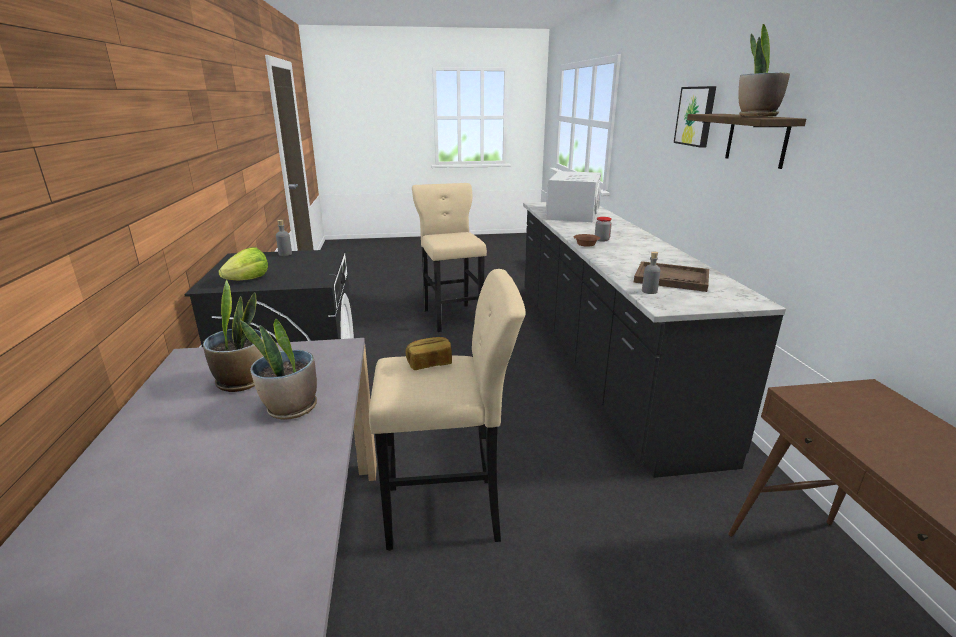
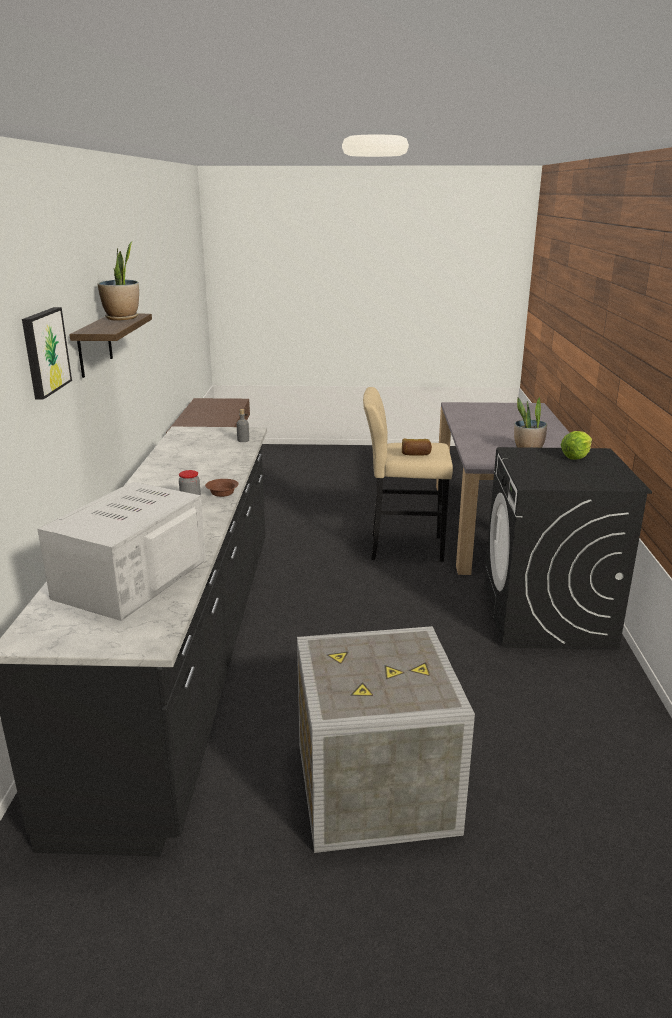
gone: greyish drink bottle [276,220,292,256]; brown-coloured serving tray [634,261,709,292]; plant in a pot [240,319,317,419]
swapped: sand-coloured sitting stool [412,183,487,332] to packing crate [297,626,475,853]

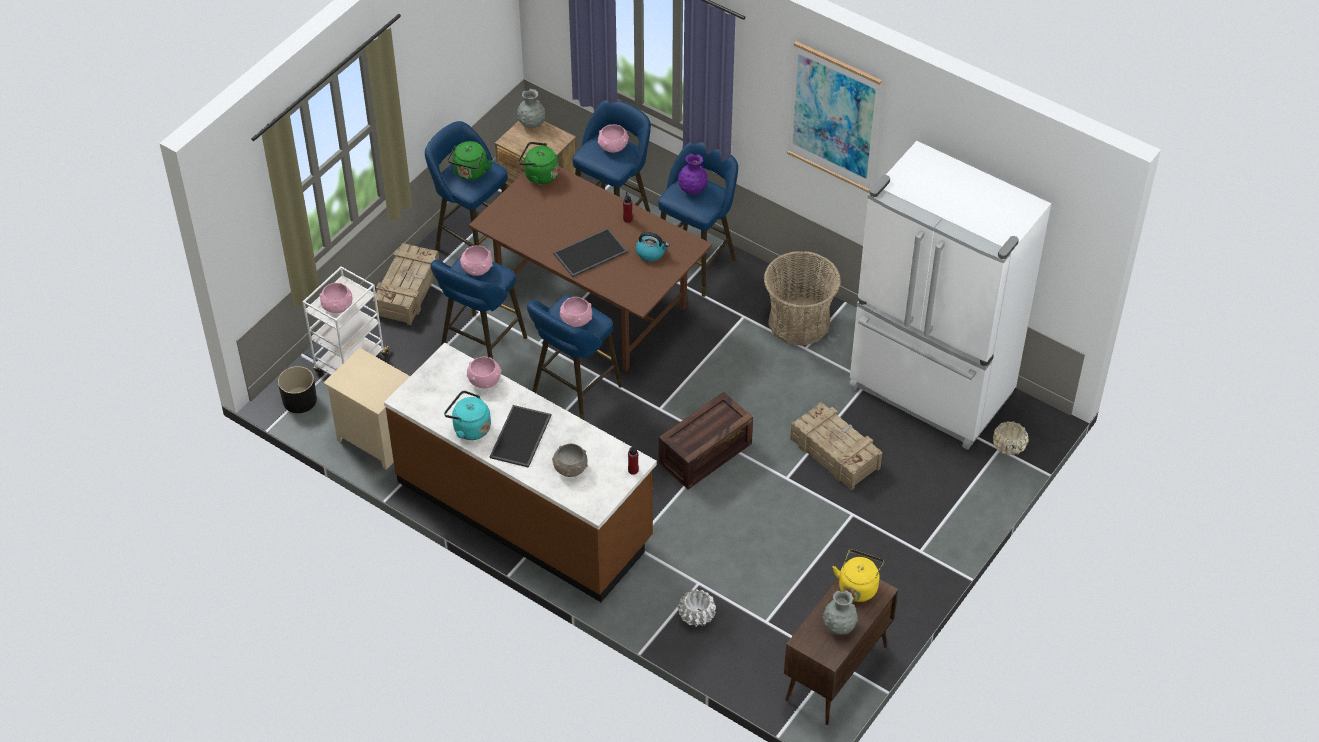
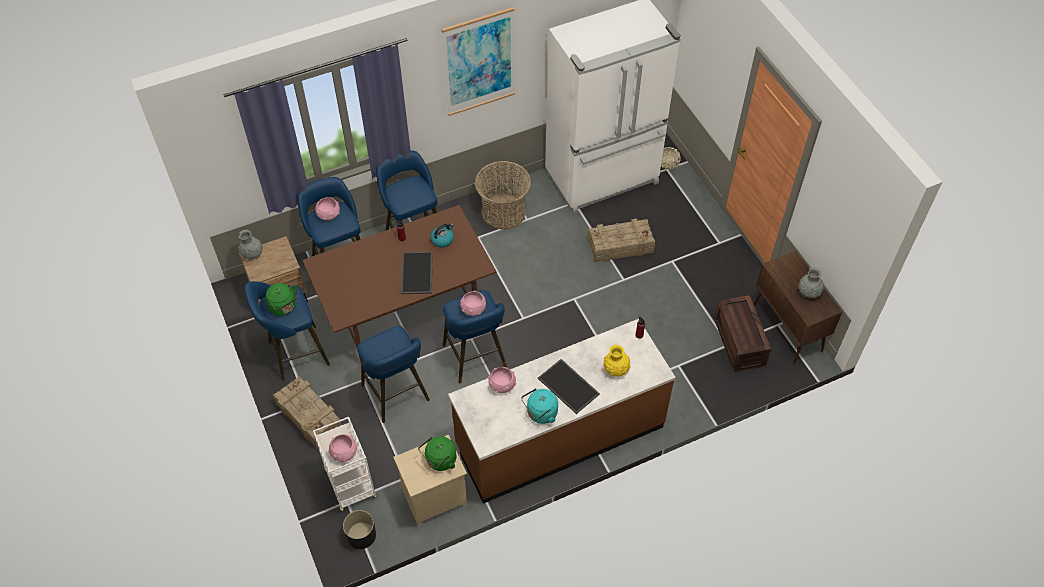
gone: purple flower vase [678,154,708,194]; pink-coloured deep dish [460,245,493,276]; yellow-coloured water kettle [833,549,884,602]; white plant pot [678,589,716,627]
shifted: green-coloured water kettle [518,142,559,185] to [418,436,456,471]; packing crate [659,392,753,490] to [714,295,771,372]
swapped: greyish deep dish [552,444,588,477] to yellow-coloured flower vase [603,345,631,377]

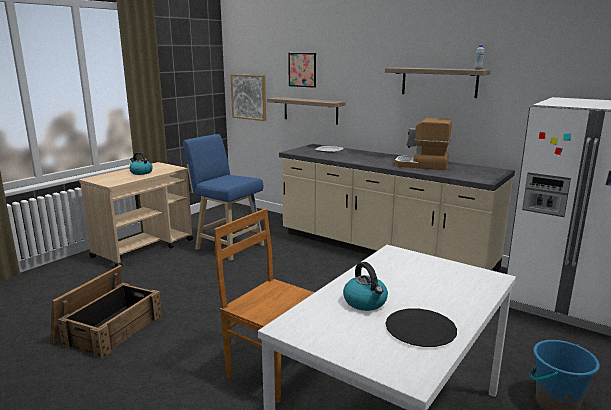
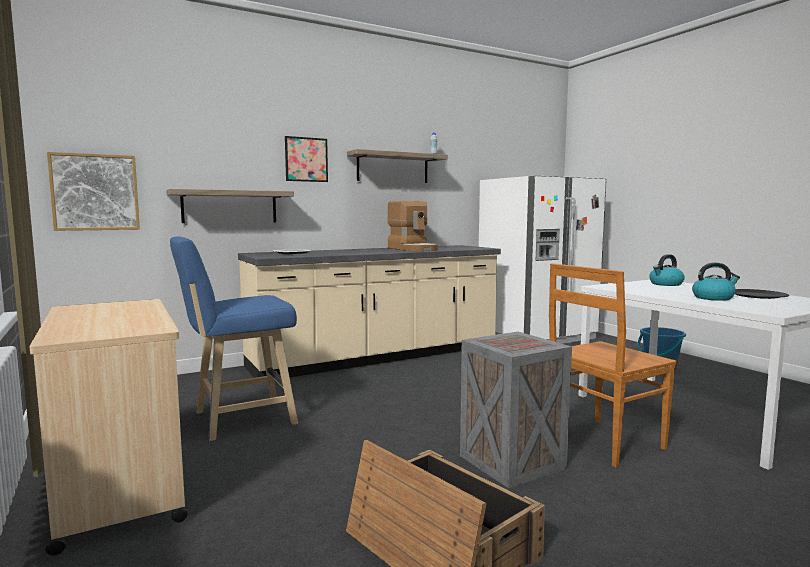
new: packing crate [460,332,572,488]
shifted: wall art [288,53,316,88] to [285,136,328,182]; water kettle [129,152,153,175] to [649,254,685,286]
rotated: coffee machine [394,118,452,170] = [387,201,438,251] 75 degrees counterclockwise

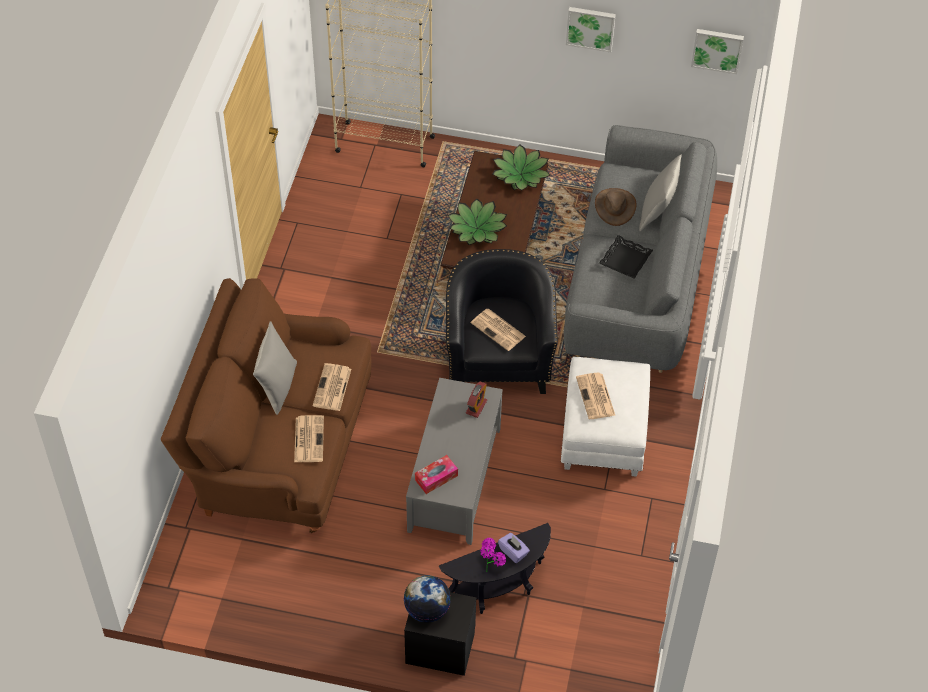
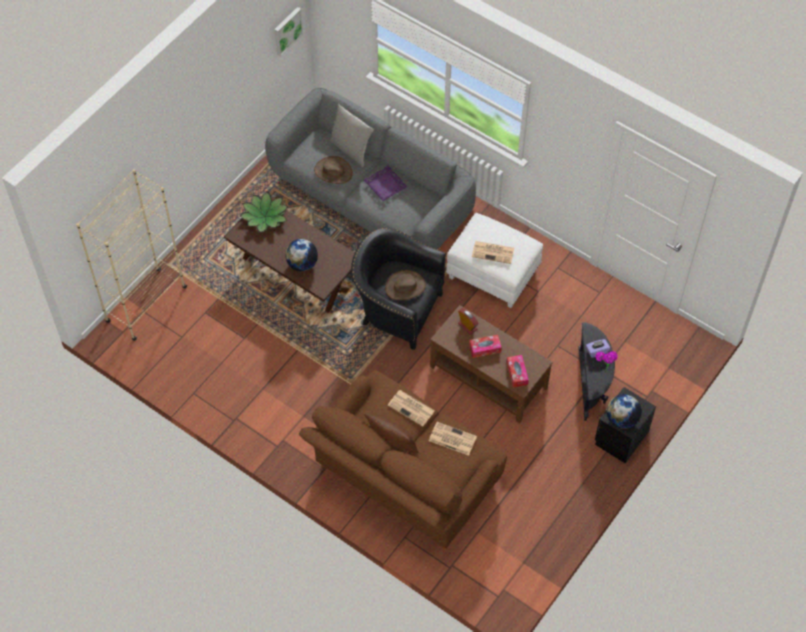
gone: wall art [566,7,616,52]
new: tissue holder [469,335,502,358]
swapped: plant in a pot [448,199,507,245] to desk globe [285,239,318,271]; newspaper [471,309,526,351] to brown-coloured hat [385,270,426,300]
repainted: black-coloured serving tray [599,235,653,279] to purple serving tray [364,166,408,201]; greyish pillow [253,321,297,415] to brown-coloured pillow [363,413,419,454]; greyish low table [406,378,503,545] to brown-coloured low table [430,305,553,423]

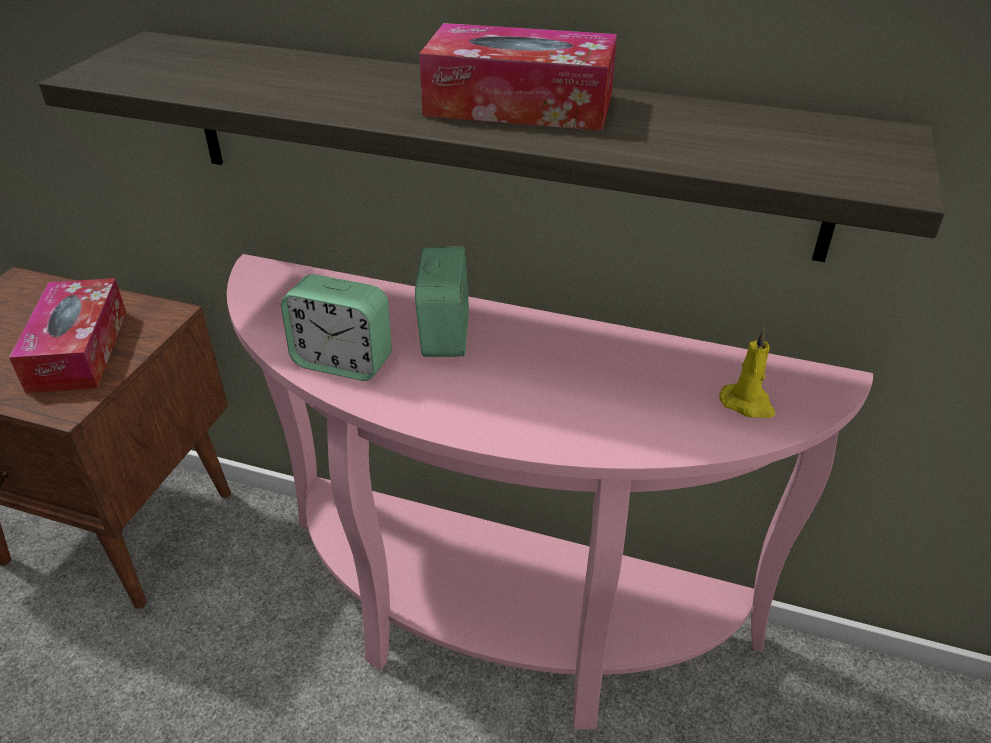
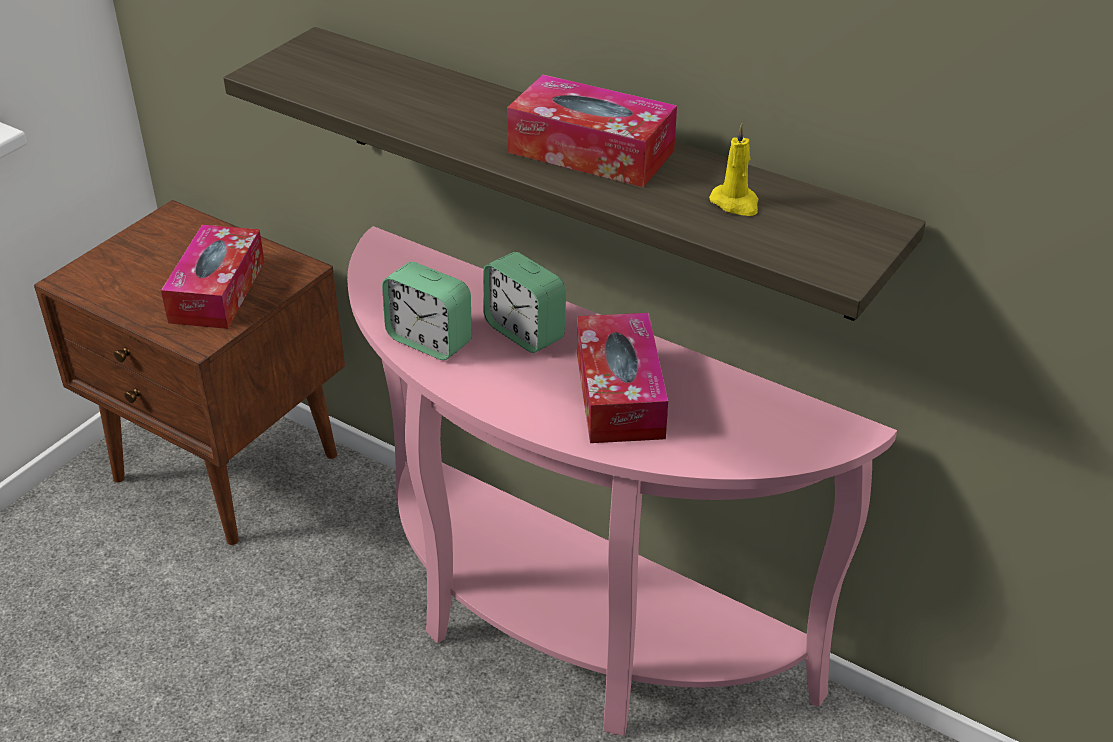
new: tissue holder [577,313,668,443]
shifted: yellow-coloured wax candle [719,329,775,418] to [709,124,759,216]
rotated: table clock [415,247,469,357] = [483,252,566,353] 120 degrees clockwise

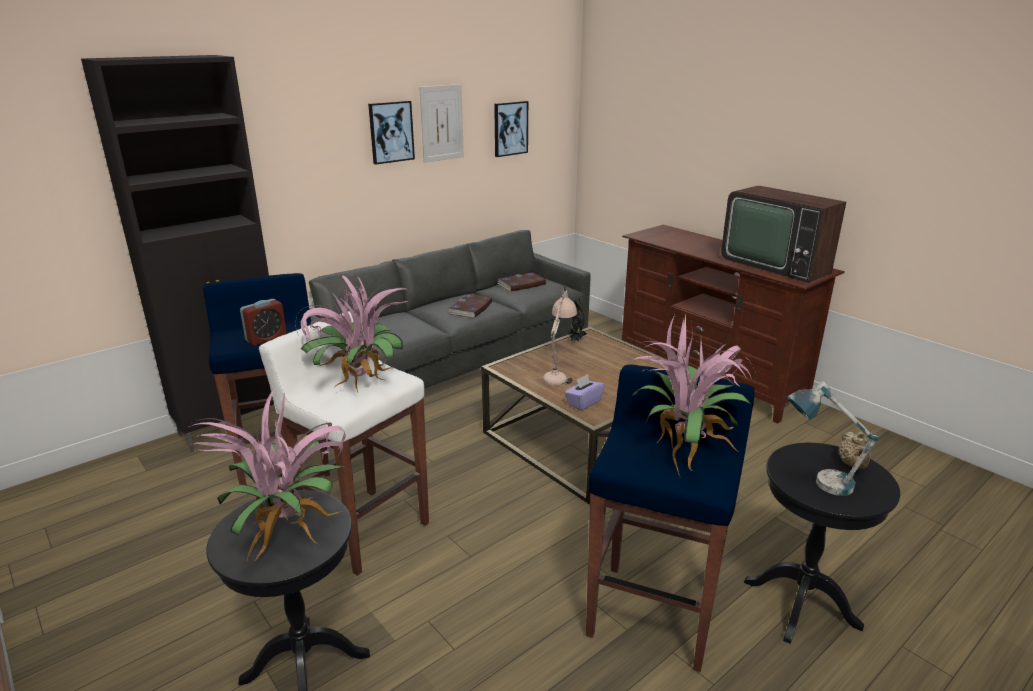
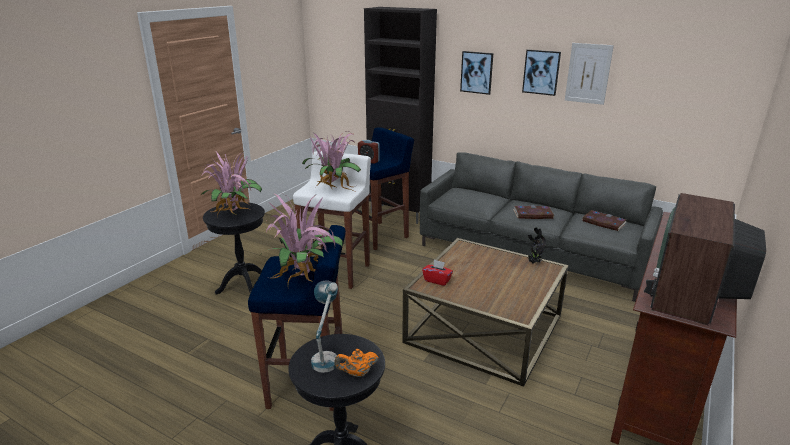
gone: sand-coloured table lamp [543,286,577,386]
shifted: wall art [494,101,528,157] to [460,51,493,95]
repainted: purple tissue holder [565,374,605,411] to red tissue holder [422,260,453,286]; sand-coloured tea pot [839,432,871,469] to orange tea pot [334,349,378,377]

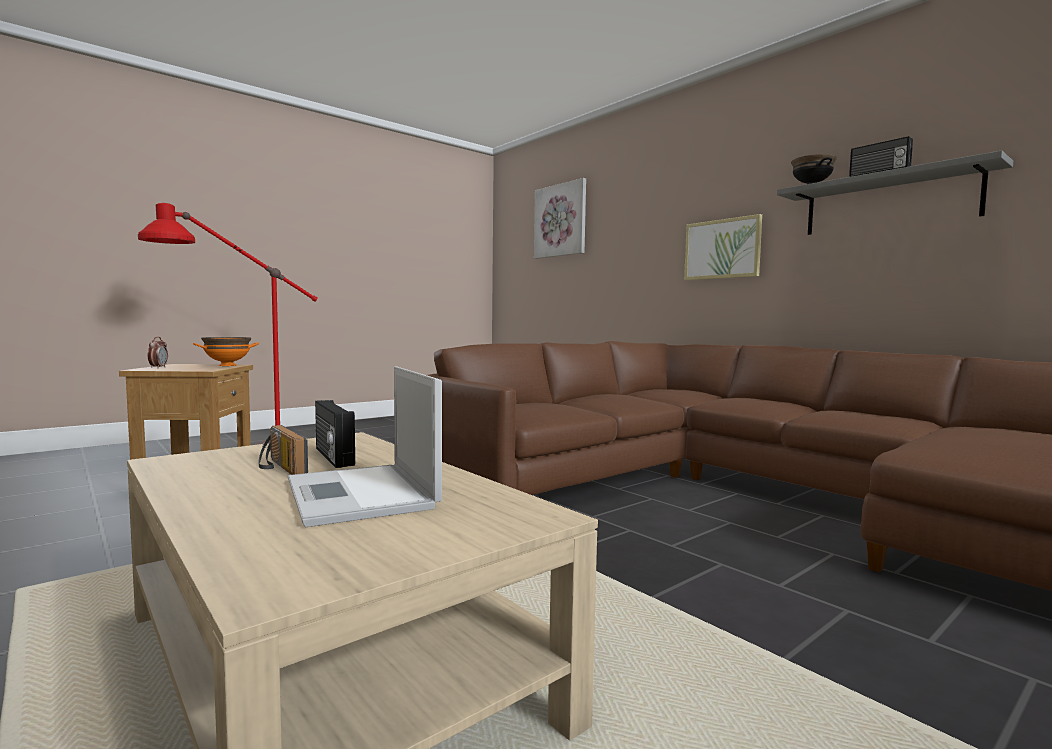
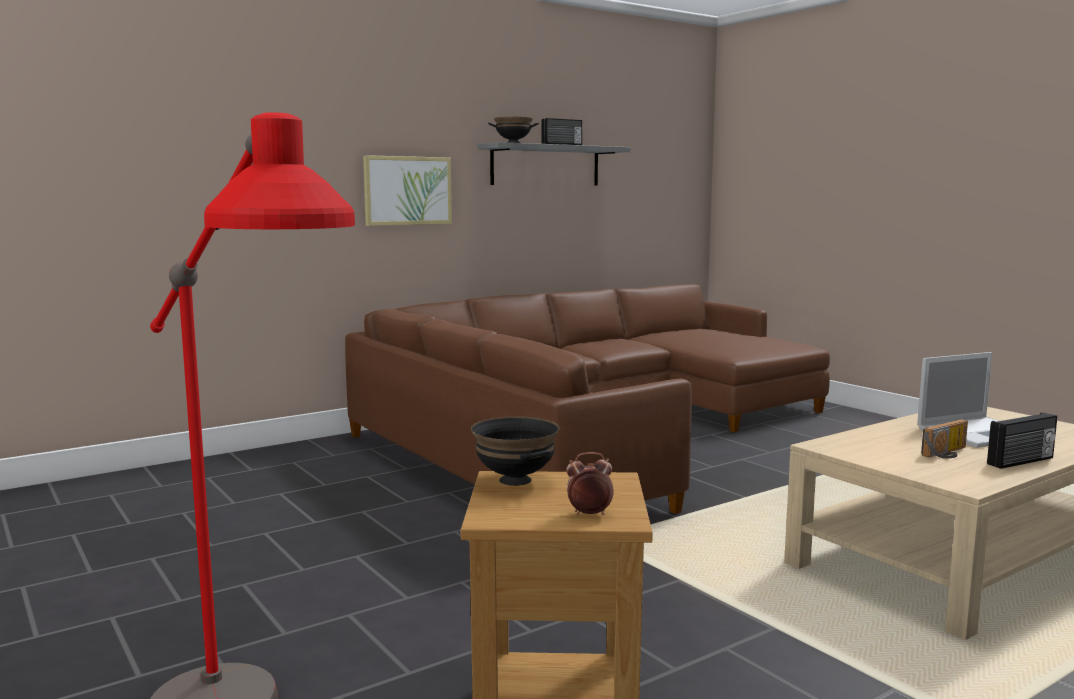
gone: wall art [534,178,586,259]
shifted: radio [315,400,355,468] to [987,412,1057,469]
repainted: orange deep dish [193,337,259,366] to black-coloured deep dish [471,416,559,486]

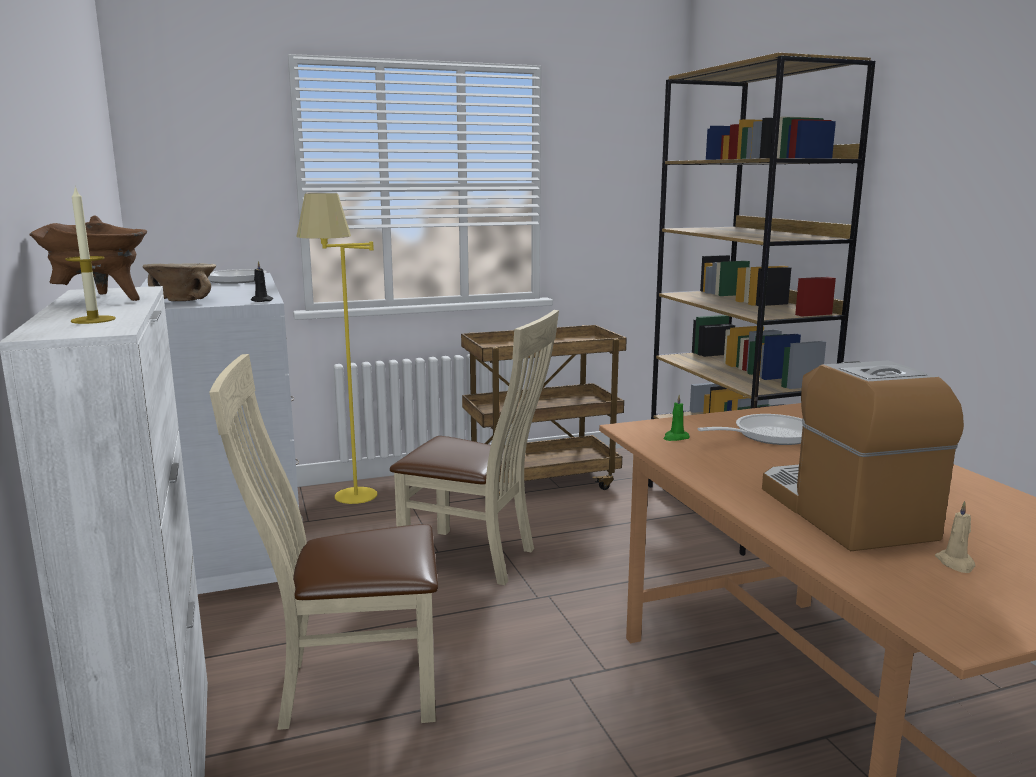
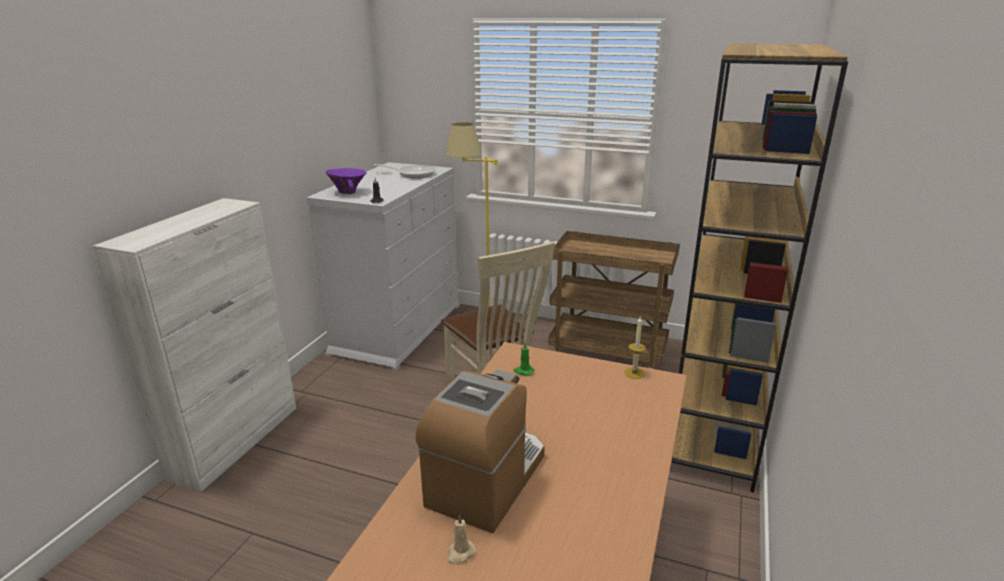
gone: brown-coloured cooking pot [29,215,147,301]; sand-coloured chair [209,354,438,730]; skillet [698,414,803,445]
shifted: wax candle [65,187,116,324] to [624,317,646,379]
repainted: sand-coloured deep dish [143,263,216,301] to purple deep dish [325,168,366,194]

